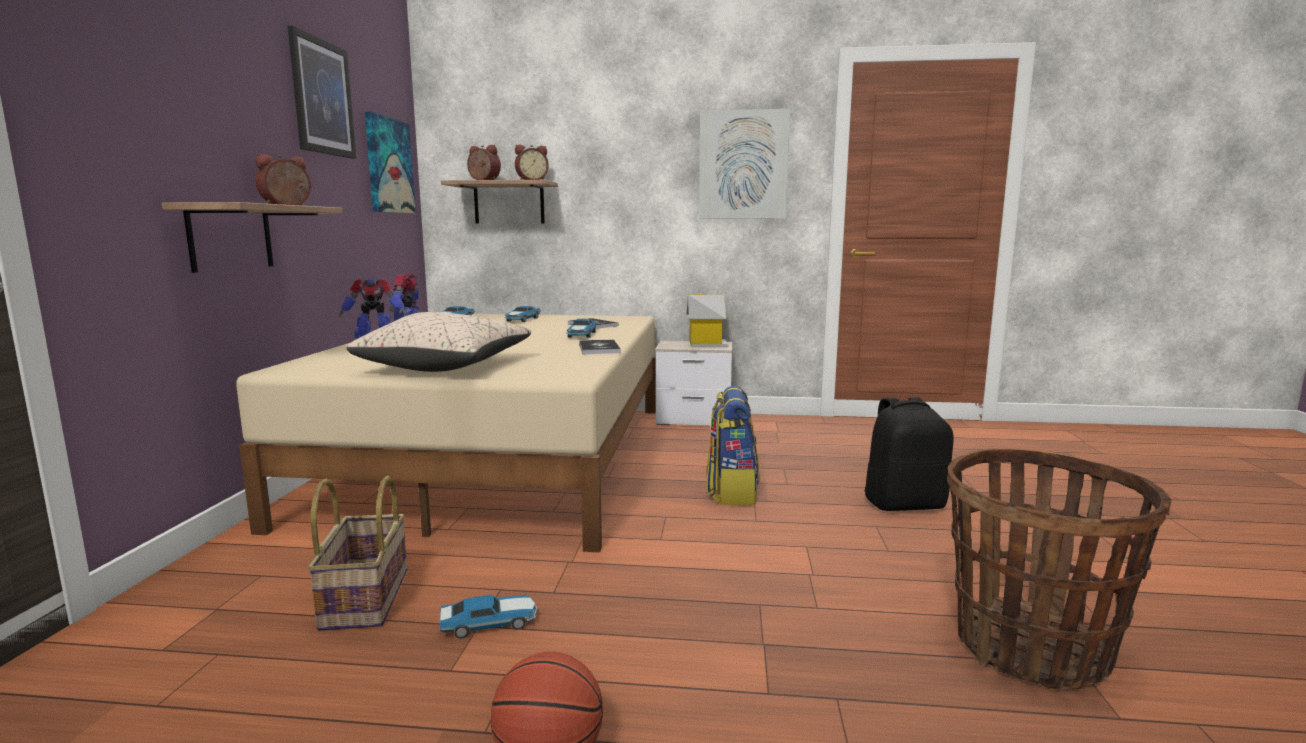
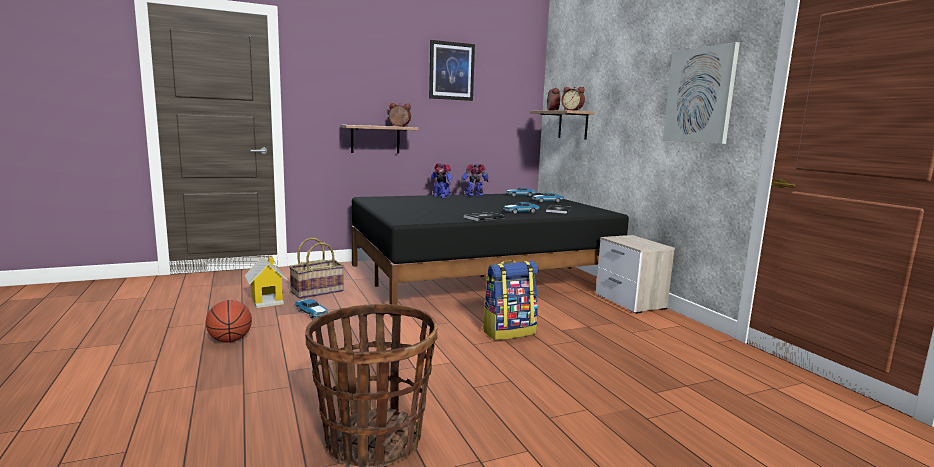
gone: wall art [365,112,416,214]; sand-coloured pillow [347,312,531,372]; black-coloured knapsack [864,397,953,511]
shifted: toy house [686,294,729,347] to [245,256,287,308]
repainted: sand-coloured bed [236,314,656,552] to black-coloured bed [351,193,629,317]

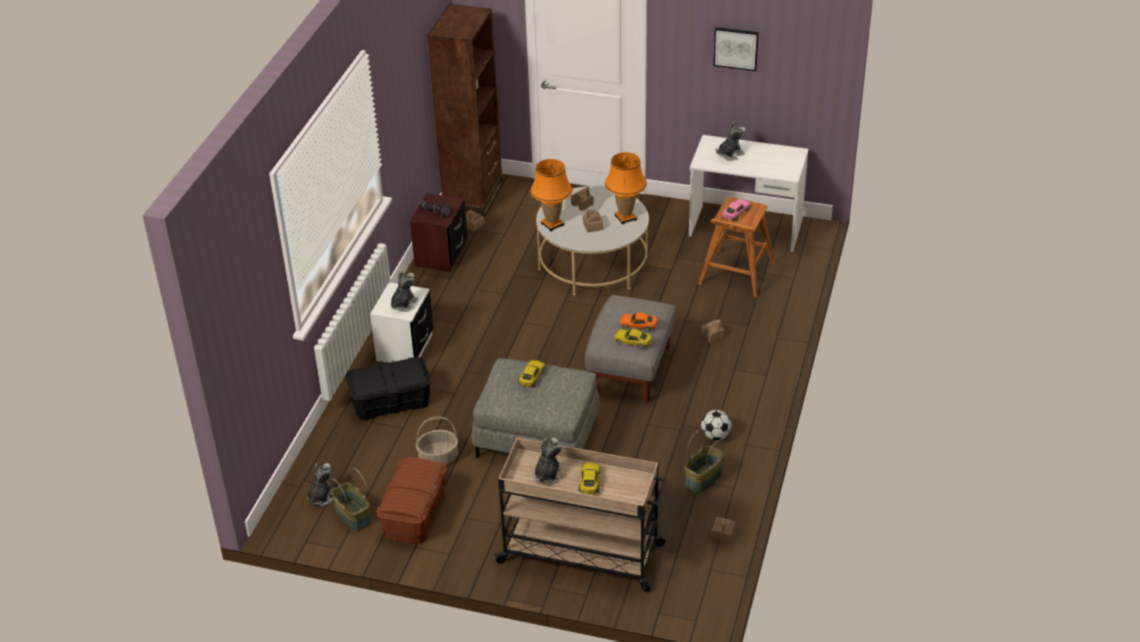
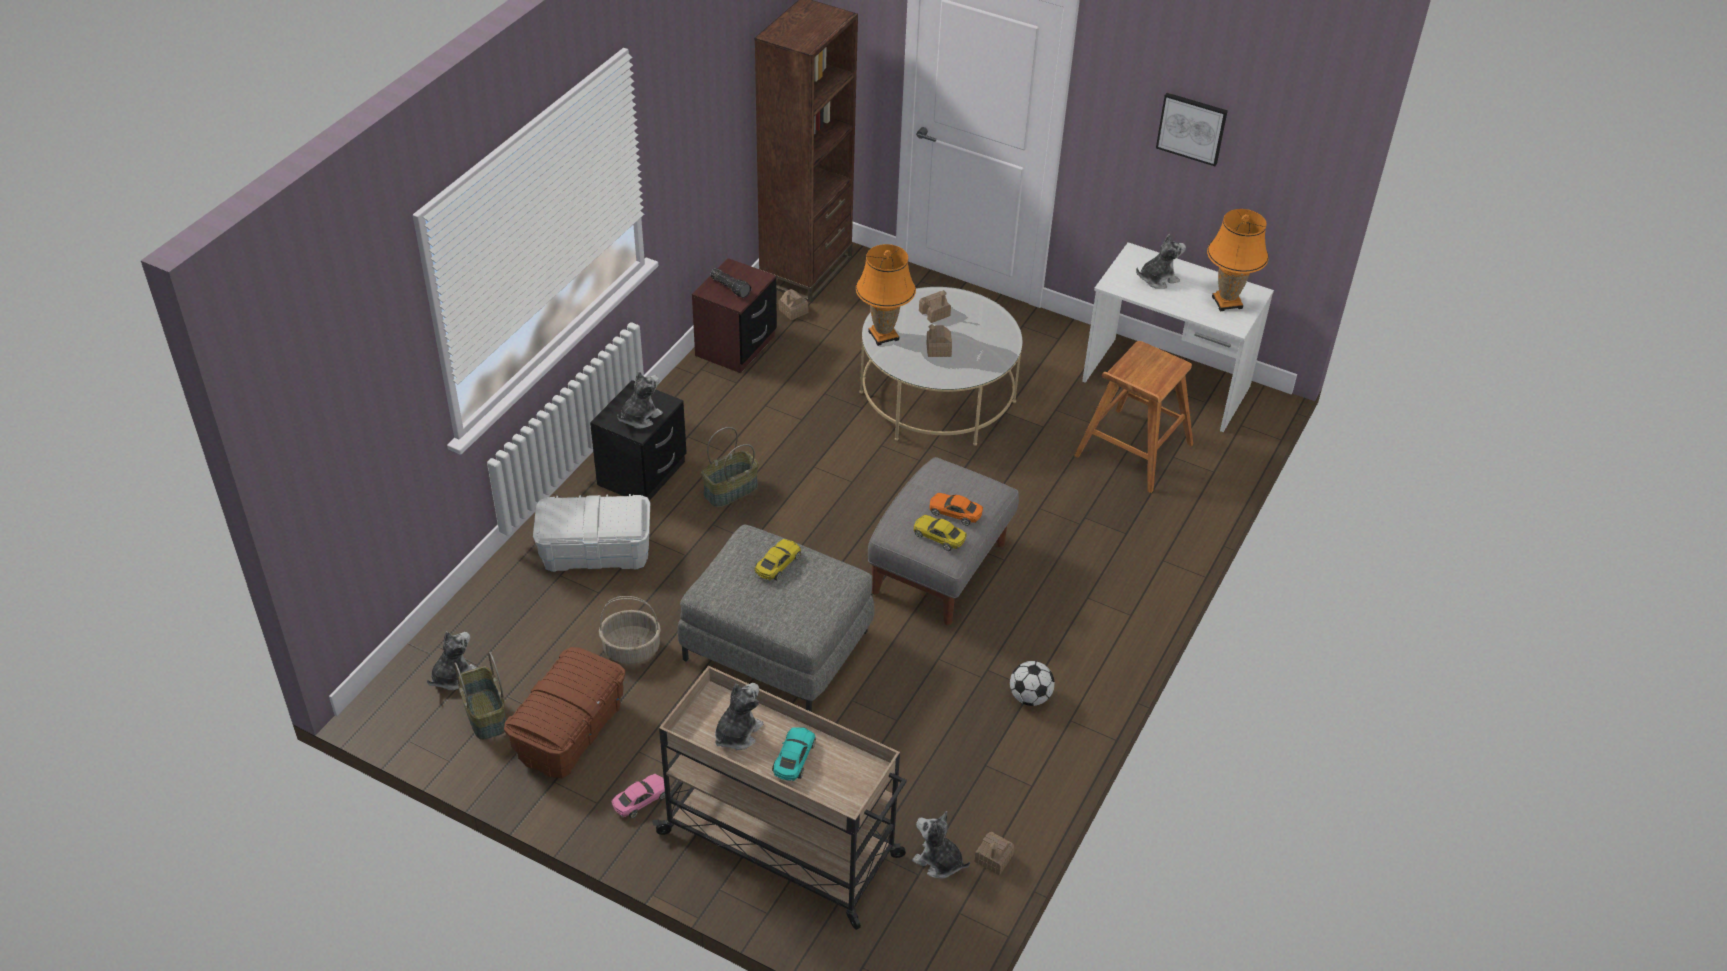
gone: toy house [701,319,725,343]
new: cuddly toy [912,811,970,879]
shifted: orange table lamp [605,152,647,224] to [1207,209,1269,311]; pink-coloured model car [722,199,750,221] to [611,774,665,818]; storage basket [684,429,724,493] to [701,427,759,508]
repainted: white bedside table [370,282,433,363] to black-coloured bedside table [590,380,687,501]; black-coloured storage container [346,357,431,420] to white storage container [533,494,650,572]; yellow-coloured model car [579,462,601,494] to blue-green model car [772,727,816,781]

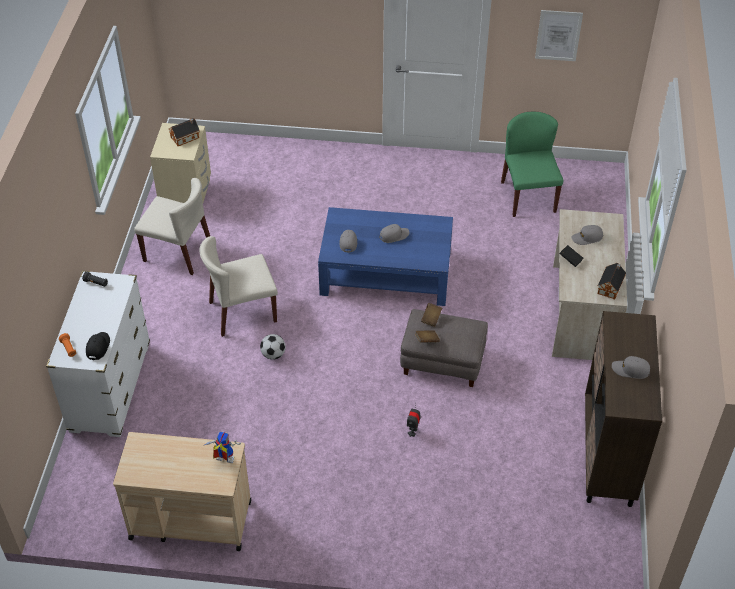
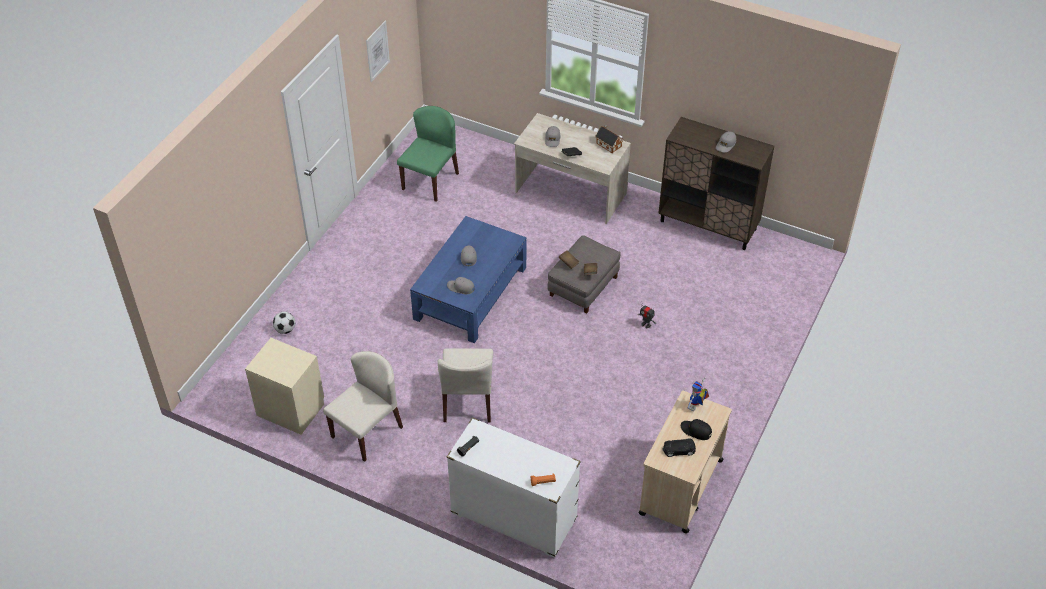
gone: toy house [169,118,200,146]
new: black-coloured model car [663,438,696,457]
shifted: black-coloured baseball cap [86,332,110,360] to [681,419,712,440]; football [260,334,286,360] to [273,312,295,334]
rotated: green-coloured chair [501,112,563,217] = [397,106,459,202] 105 degrees clockwise

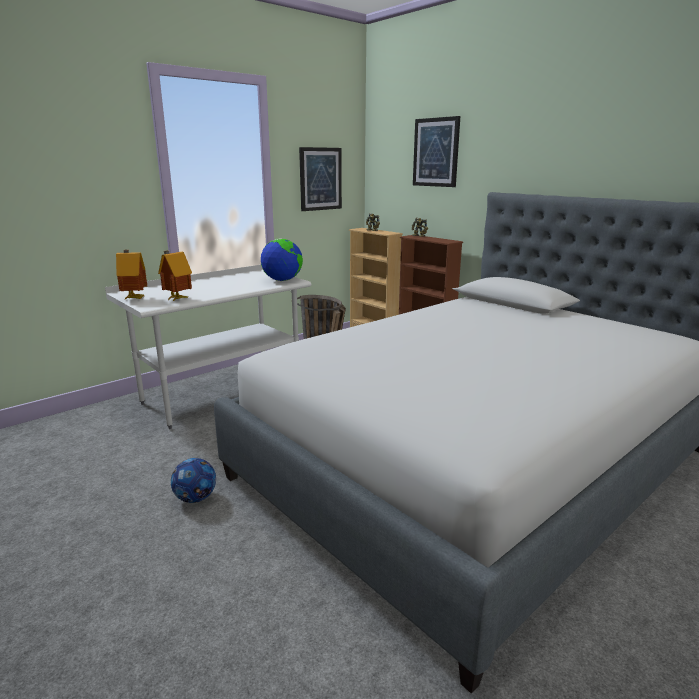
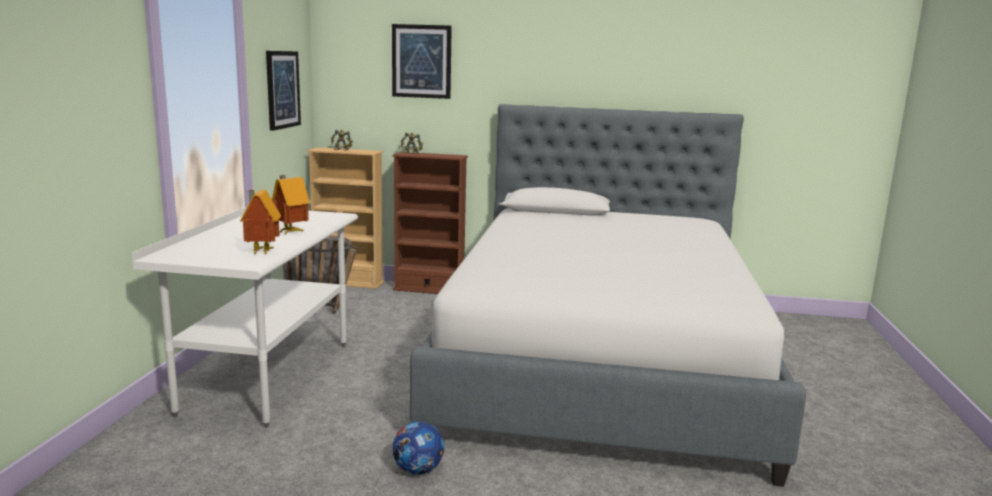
gone: desk globe [261,238,303,281]
shifted: toy house [116,250,147,300] to [272,175,310,234]

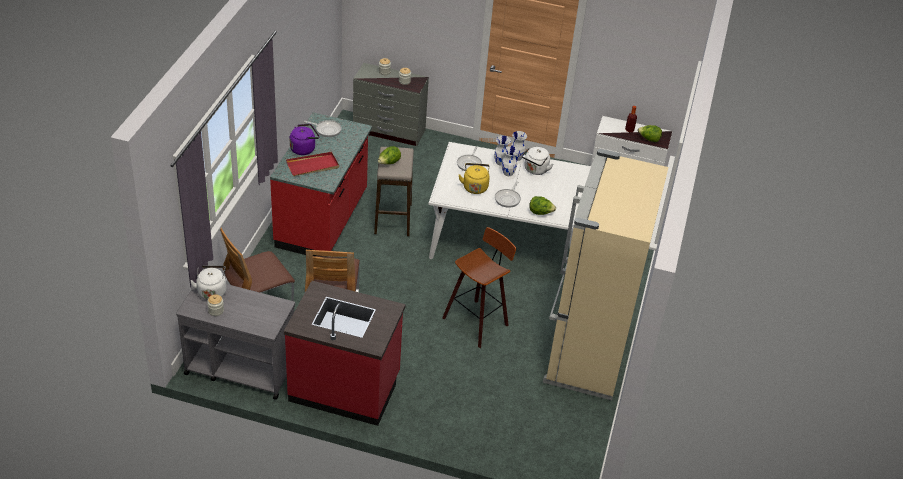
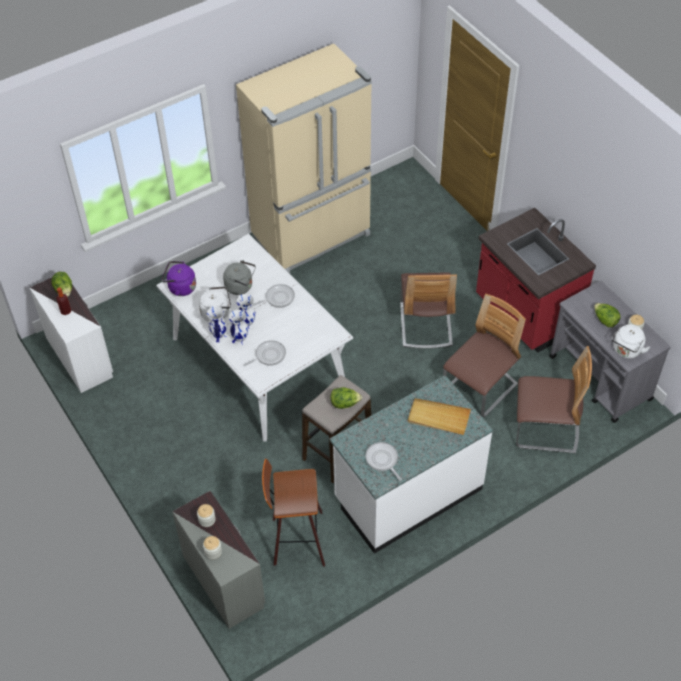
gone: yellow-coloured water kettle [458,163,490,194]
new: greyish water kettle [223,260,256,295]; chair [400,273,457,348]
shifted: purple water kettle [290,124,320,155] to [161,261,196,296]; head of lettuce [529,196,556,215] to [594,303,621,327]; sitting stool [442,227,516,348] to [262,459,325,567]
repainted: red kitchen counter [270,112,372,256] to white kitchen counter [329,375,493,554]; red serving tray [286,152,339,176] to sand-coloured serving tray [407,398,471,435]

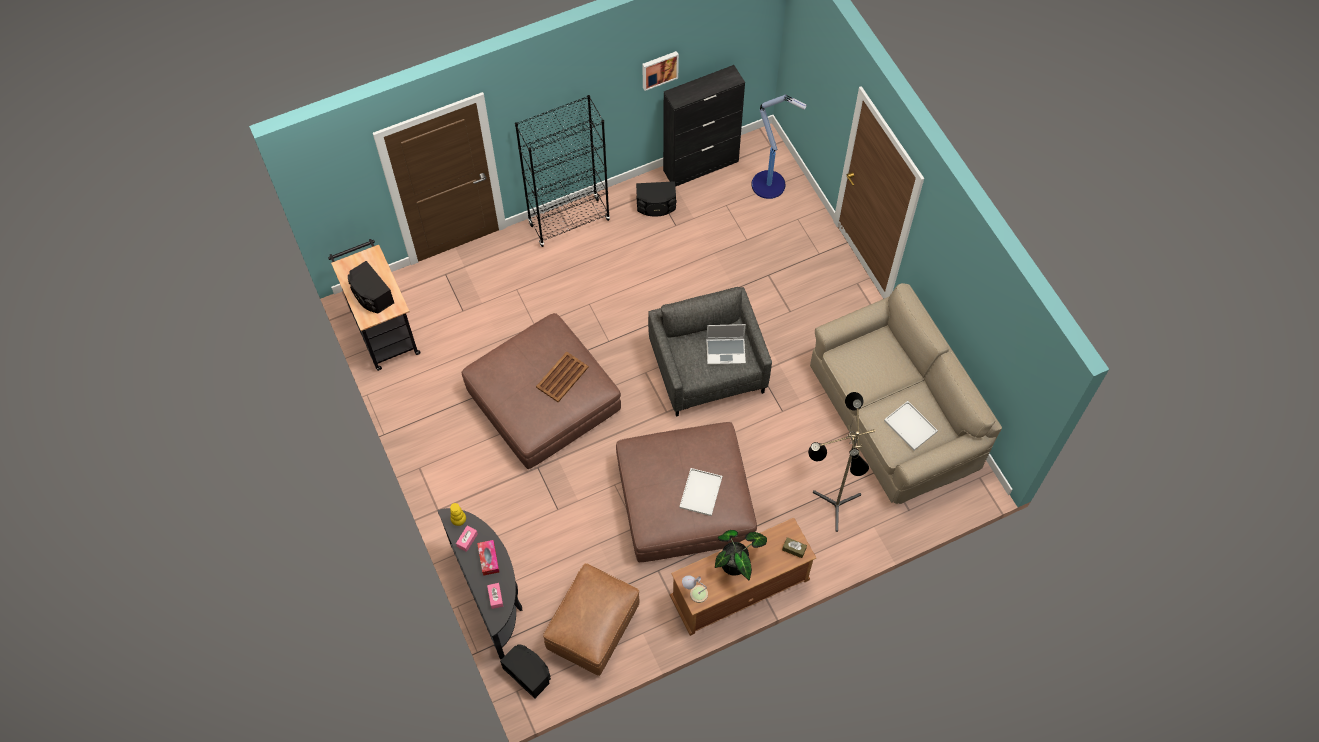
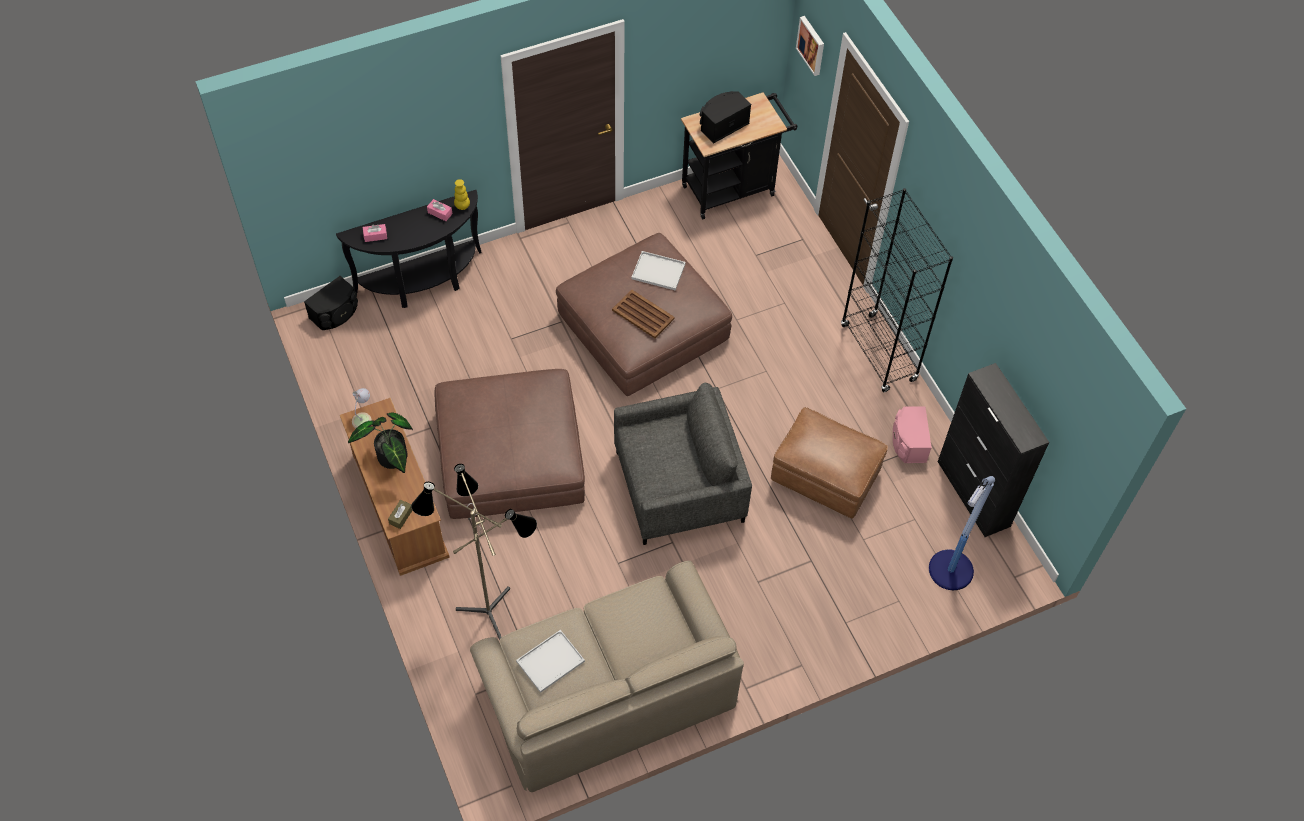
gone: laptop [706,324,746,365]; tissue holder [477,540,499,576]
shifted: wall art [642,51,679,91] to [796,16,824,76]; white serving tray [679,468,723,516] to [631,251,686,291]; brown-coloured ottoman [543,563,639,676] to [771,407,888,519]
repainted: black-coloured speaker [636,181,677,217] to pink-coloured speaker [893,406,932,463]

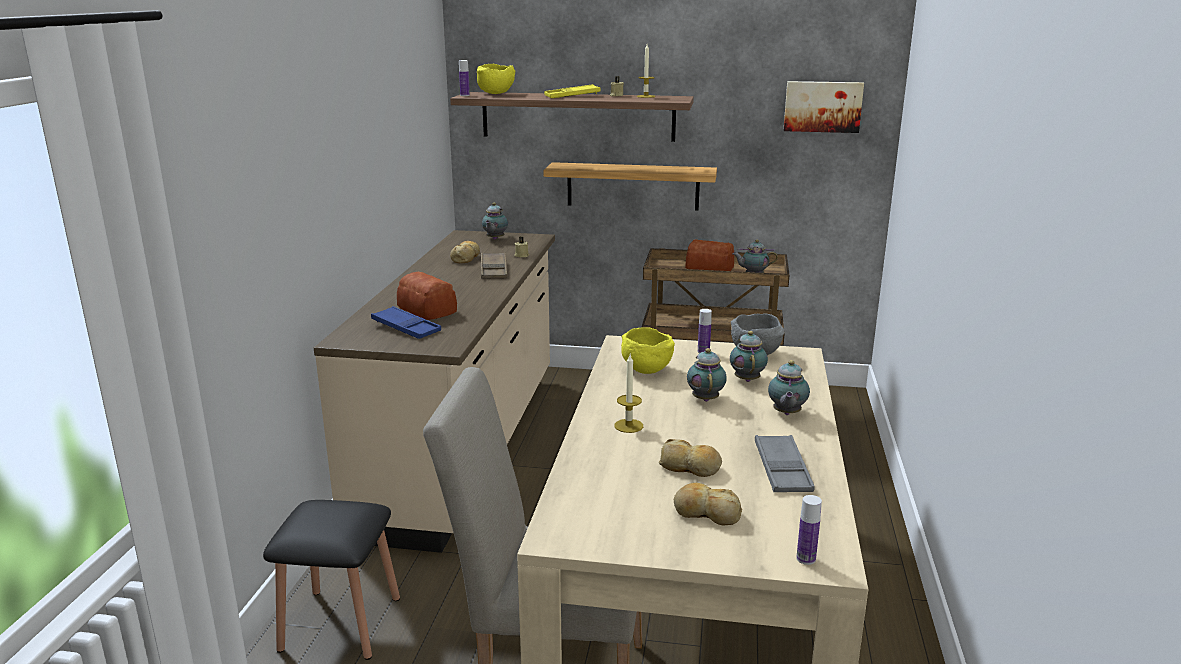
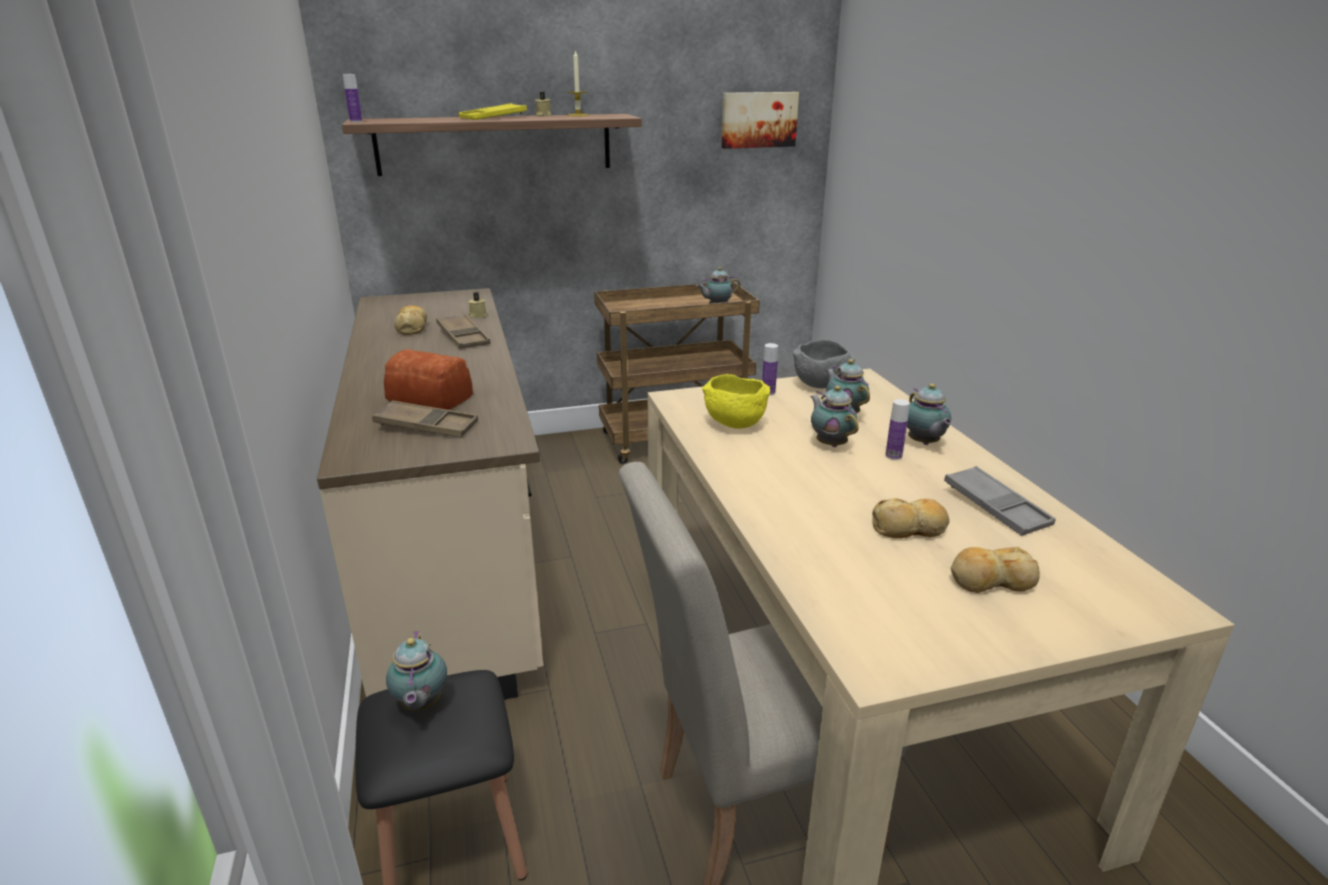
gone: yellow-coloured deep dish [477,64,515,94]; wall shelf [544,162,717,210]; bakery bread [685,239,734,271]; wax candle [614,355,643,433]
shifted: tea pot [482,203,508,240] to [386,631,447,711]; drink bottle [796,495,822,565] to [885,399,910,460]
repainted: blue serving tray [371,306,441,339] to brown-coloured serving tray [372,400,478,438]

